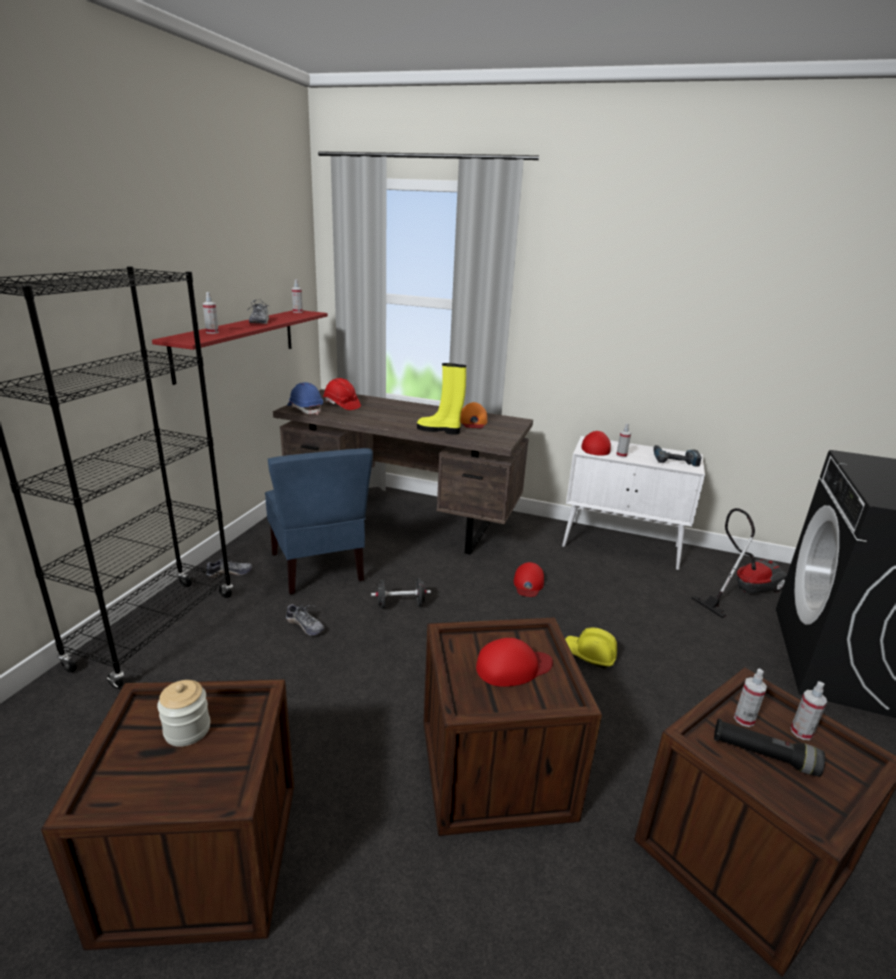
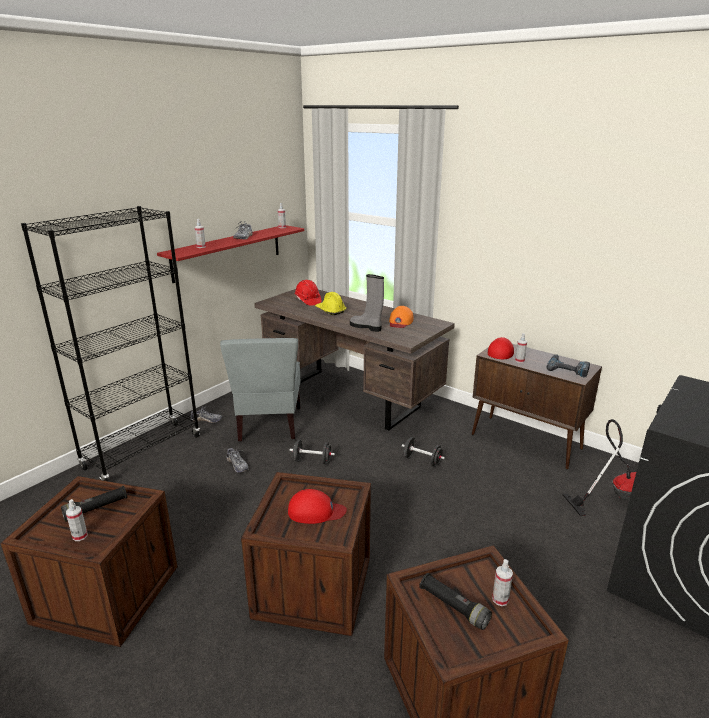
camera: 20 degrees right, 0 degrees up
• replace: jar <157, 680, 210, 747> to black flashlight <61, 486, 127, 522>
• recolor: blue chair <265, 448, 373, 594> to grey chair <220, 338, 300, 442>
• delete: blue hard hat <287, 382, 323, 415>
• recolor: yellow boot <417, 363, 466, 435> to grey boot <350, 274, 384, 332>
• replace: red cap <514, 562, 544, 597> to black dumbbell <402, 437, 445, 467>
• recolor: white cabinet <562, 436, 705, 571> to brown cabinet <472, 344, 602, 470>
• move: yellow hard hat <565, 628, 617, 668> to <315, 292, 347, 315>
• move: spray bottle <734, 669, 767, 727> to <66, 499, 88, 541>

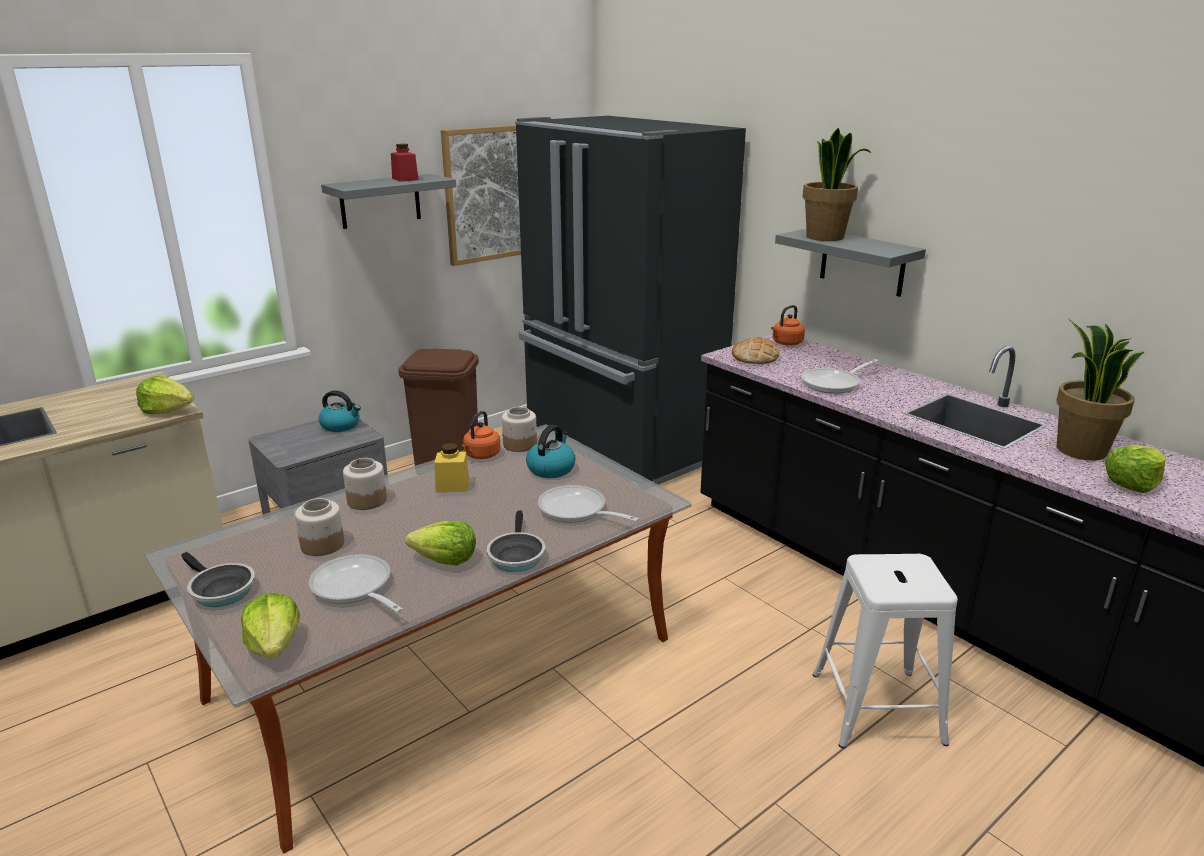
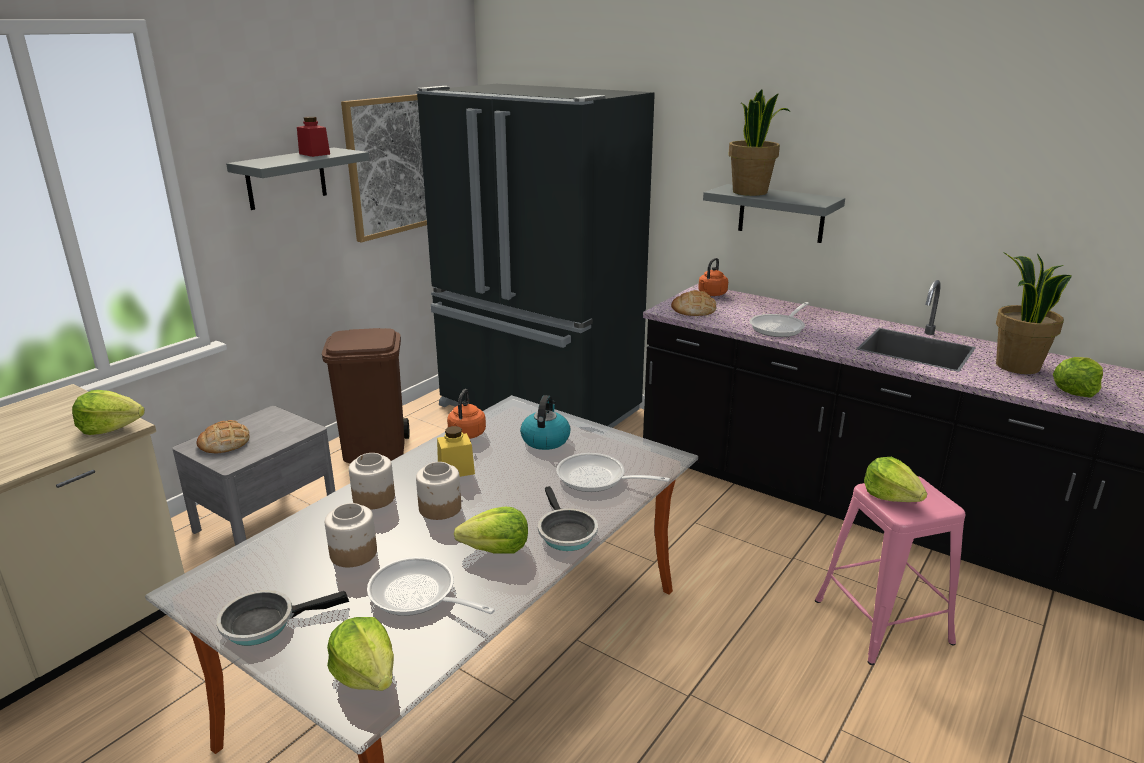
camera: 15 degrees left, 0 degrees up
• rotate: frying pan <181, 552, 255, 607> = <217, 590, 349, 646> 135 degrees clockwise
• delete: kettle <319, 390, 361, 432>
• move: jar <502, 407, 537, 452> to <416, 462, 461, 520>
• recolor: white stool <813, 554, 958, 748> to pink stool <815, 476, 966, 665>
• insert: bread <196, 420, 250, 453>
• insert: lettuce <864, 457, 927, 502>

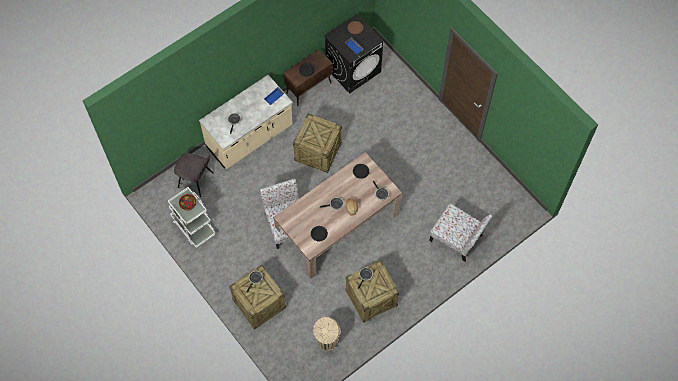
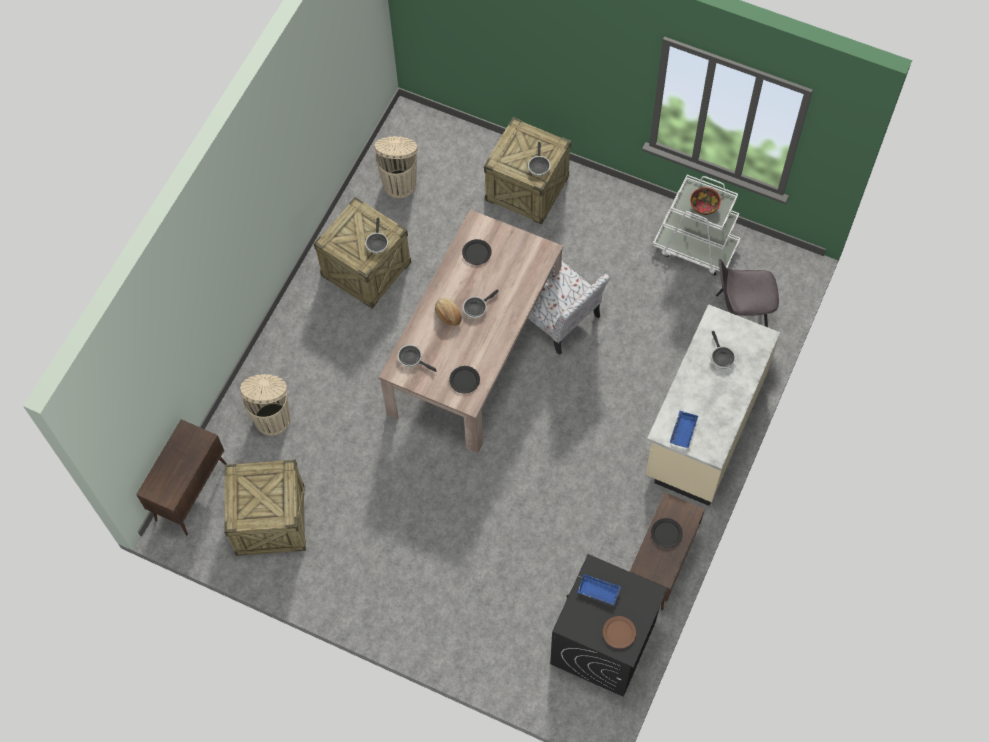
camera: 155 degrees right, 0 degrees up
• move: crate <293, 114, 342, 173> to <224, 460, 306, 556>
• replace: chair <430, 204, 493, 262> to beige trash can <240, 374, 290, 436>
• insert: brown cabinet <136, 419, 228, 536>

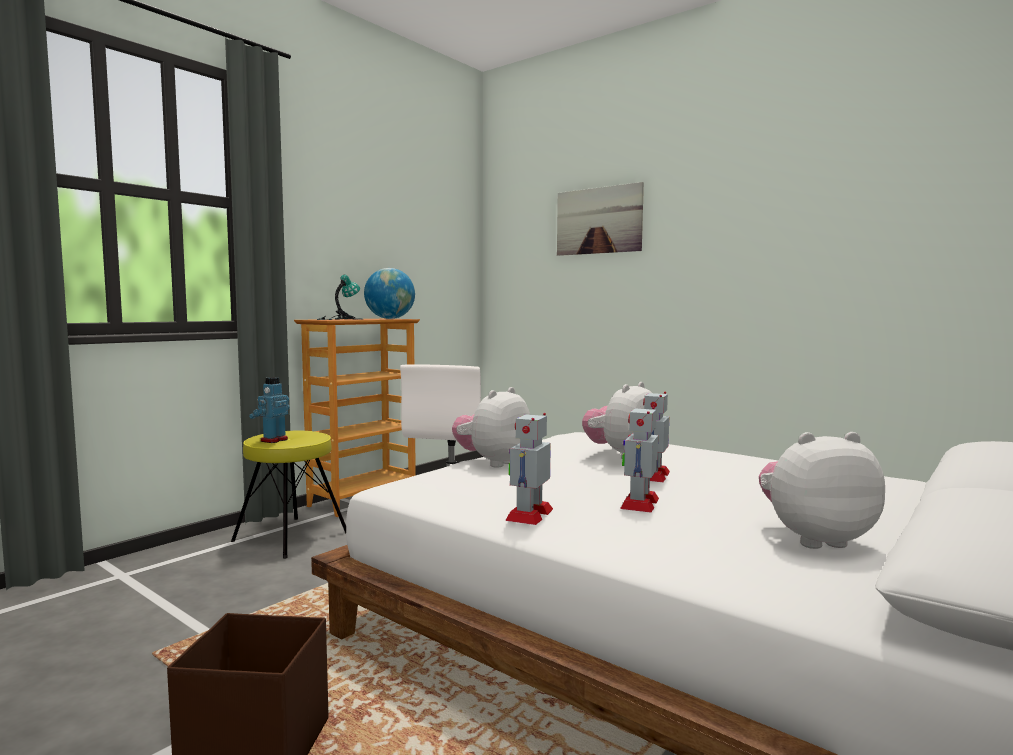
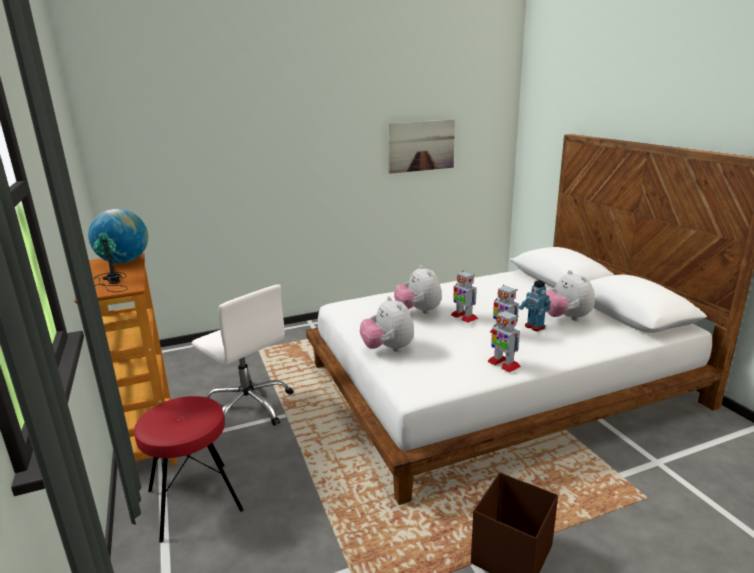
camera: 60 degrees left, 15 degrees up
• recolor: yellow stool <231, 431, 346, 559> to red stool <134, 396, 244, 543>
• move: toy robot <249, 377, 290, 443> to <519, 280, 551, 331>
• move: picture <557, 182, 644, 256> to <388, 119, 455, 174>
• rotate: plush toy <759, 432, 885, 549> = <545, 270, 595, 321> 45 degrees counterclockwise

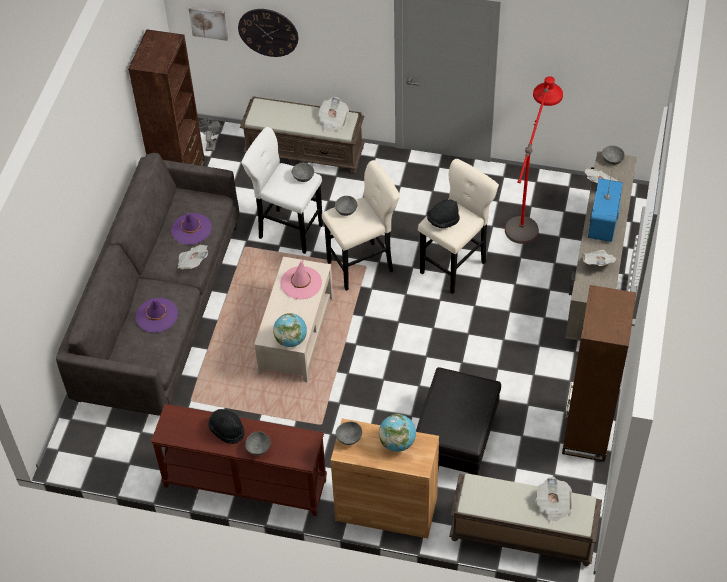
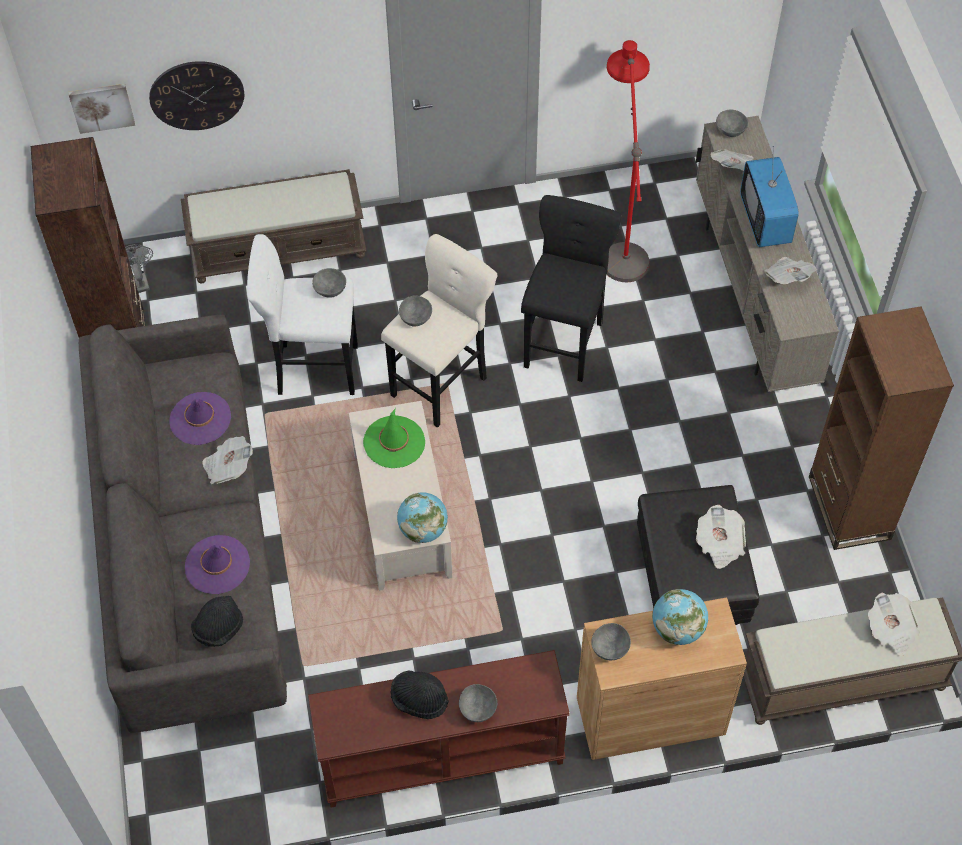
camera: 25 degrees left, 5 degrees up
• recolor: pink hat <281, 259, 322, 299> to green hat <363, 408, 425, 468>
• move: newspaper <318, 97, 349, 132> to <696, 505, 746, 569>
• recolor: beige stool <418, 159, 499, 294> to black stool <521, 195, 621, 382>
• move: black hat <427, 199, 460, 228> to <191, 596, 243, 647>

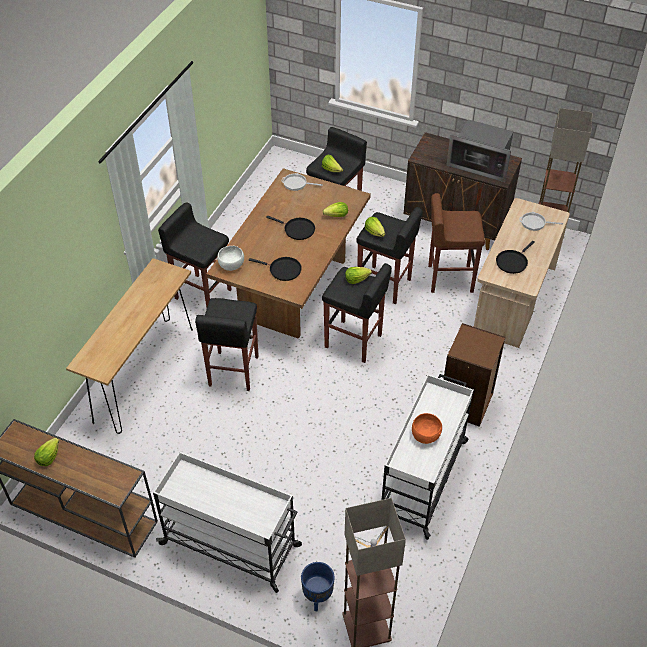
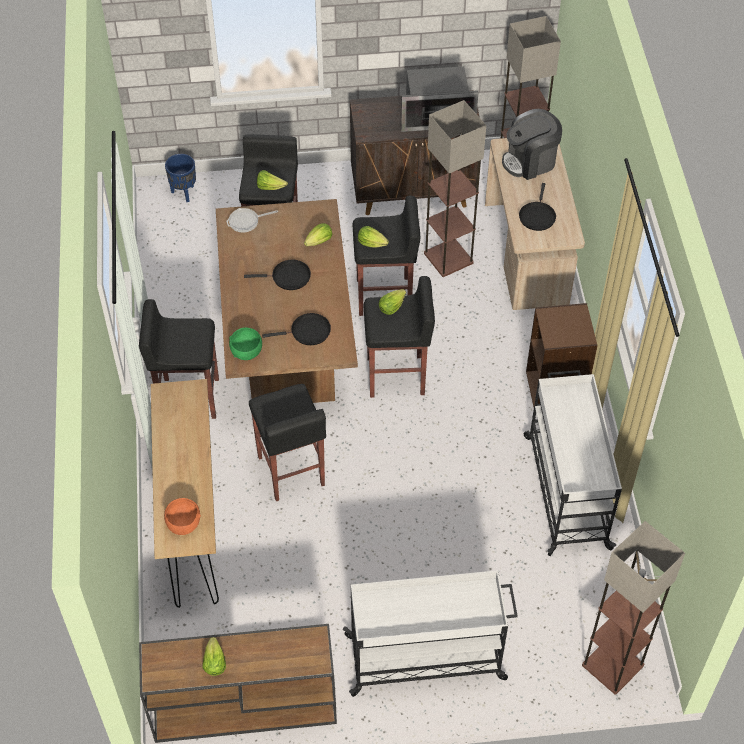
camera: 30 degrees left, 5 degrees up
• recolor: white bowl <217, 246, 244, 271> to green bowl <229, 328, 262, 360>
• move: blue planter <301, 562, 334, 612> to <165, 154, 196, 202>
• move: orange bowl <412, 413, 442, 444> to <164, 498, 201, 535>
• replace: brown stool <428, 193, 485, 293> to floor lamp <424, 100, 486, 277>
• replace: frying pan <520, 212, 563, 231> to coffee machine <502, 109, 562, 180>

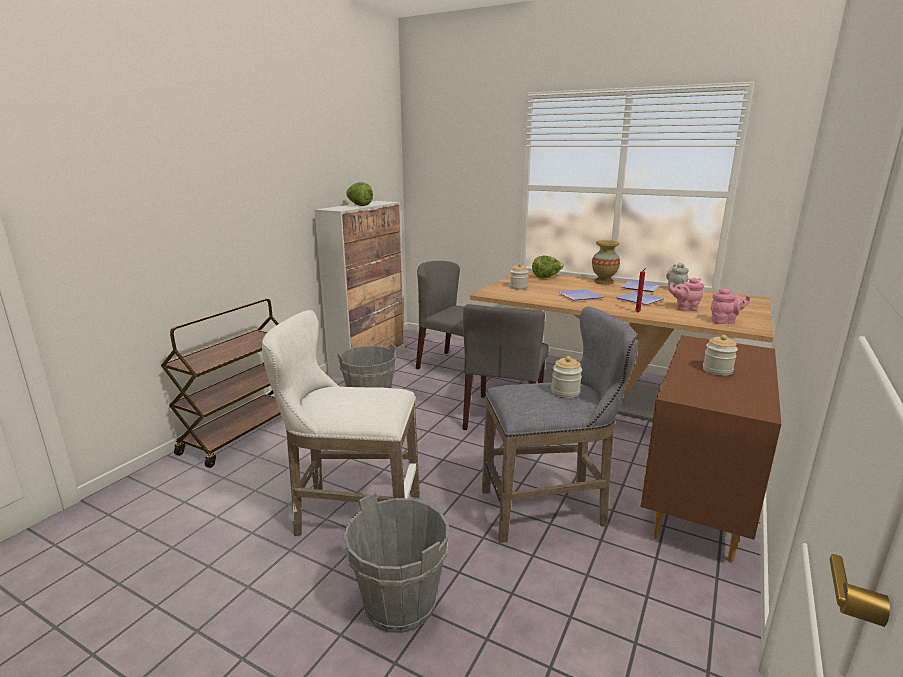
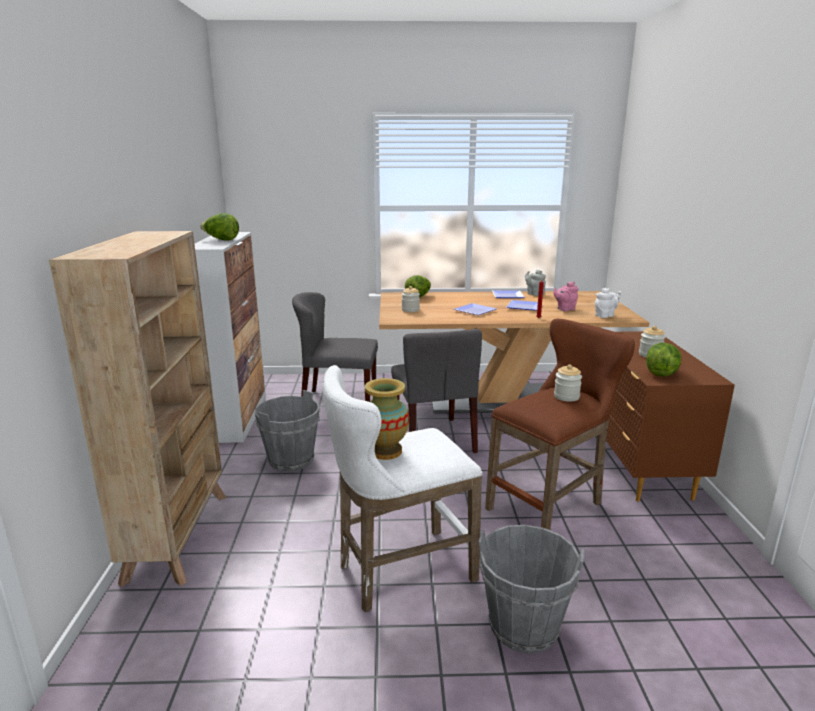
camera: 30 degrees left, 0 degrees up
• replace: brown cart <161, 299, 281, 468> to beige bookcase <49, 231, 226, 587>
• recolor: grey stool <482, 306, 638, 543> to brown stool <485, 319, 635, 534>
• move: vase <592, 240, 620, 285> to <365, 378, 409, 460>
• recolor: pink teapot <711, 288, 750, 324> to white teapot <595, 288, 621, 318>
• insert: lettuce <646, 343, 681, 377>

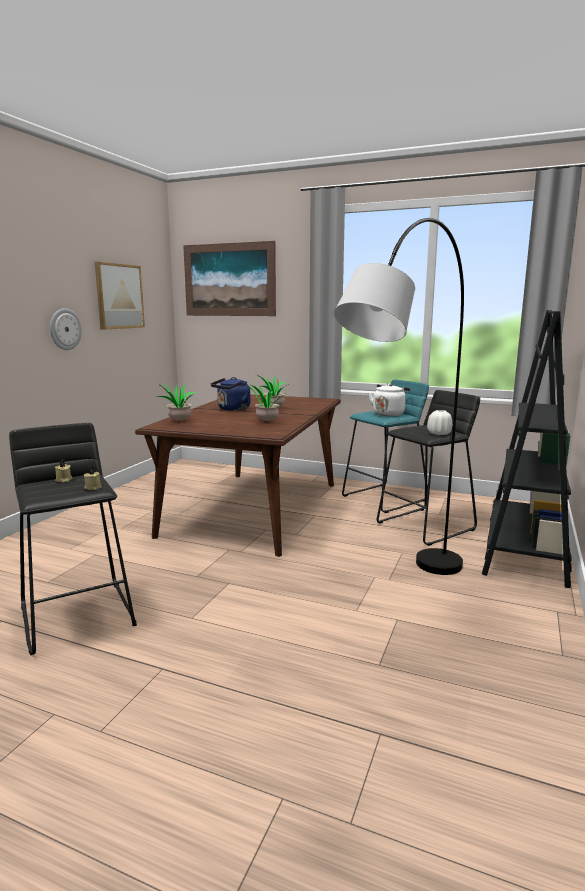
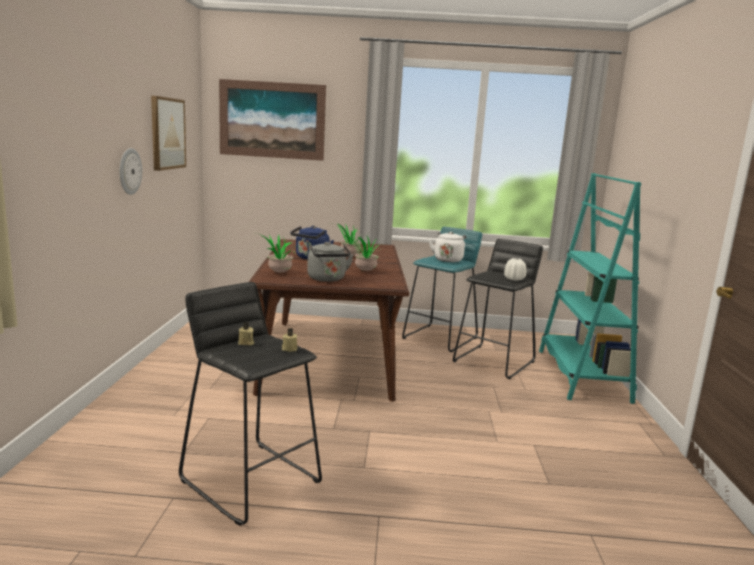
camera: 20 degrees left, 0 degrees up
• delete: grey floor lamp <334, 218, 464, 575>
• recolor: black bookcase <482, 310, 572, 588> to turquoise bookcase <539, 173, 641, 404>
• insert: grey kettle <307, 242, 354, 282>

